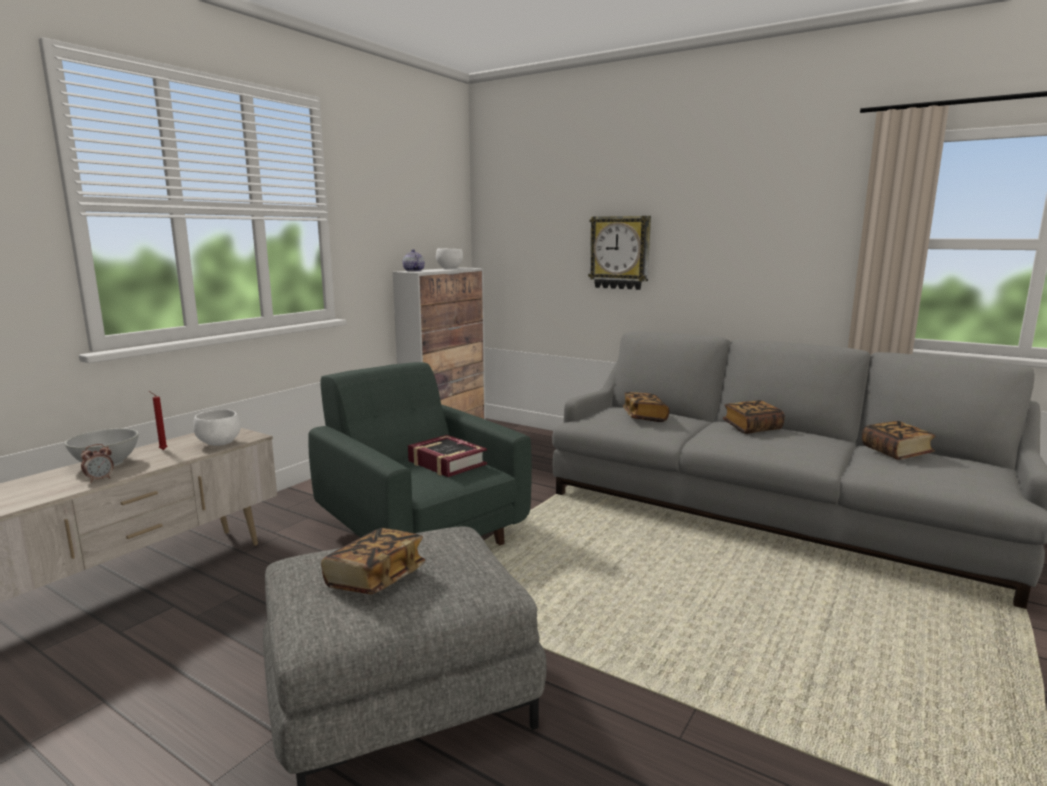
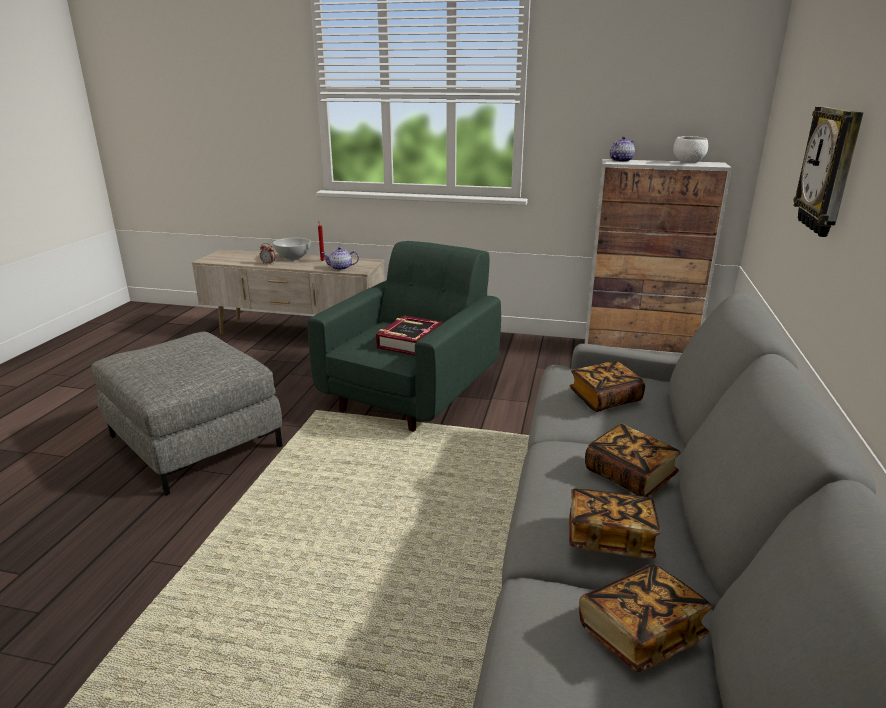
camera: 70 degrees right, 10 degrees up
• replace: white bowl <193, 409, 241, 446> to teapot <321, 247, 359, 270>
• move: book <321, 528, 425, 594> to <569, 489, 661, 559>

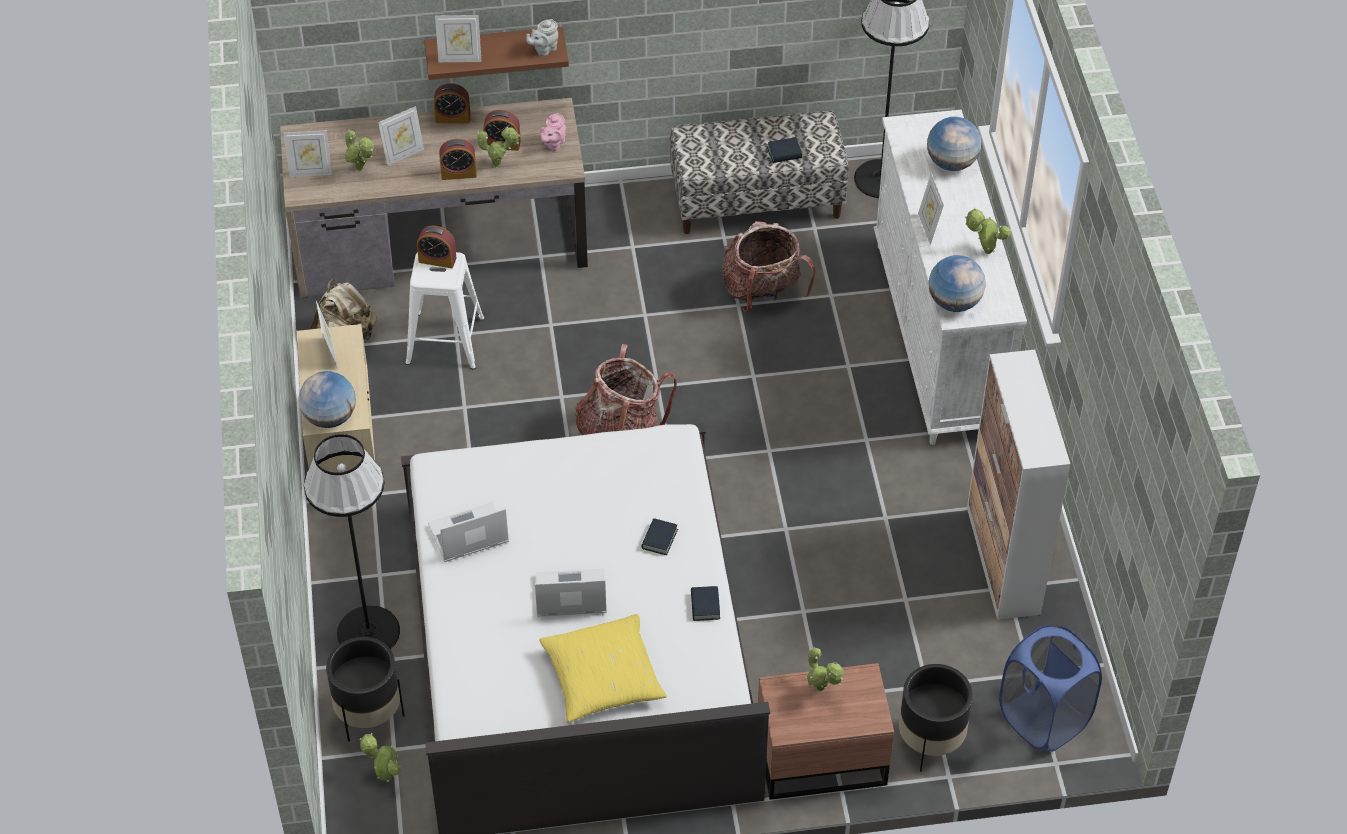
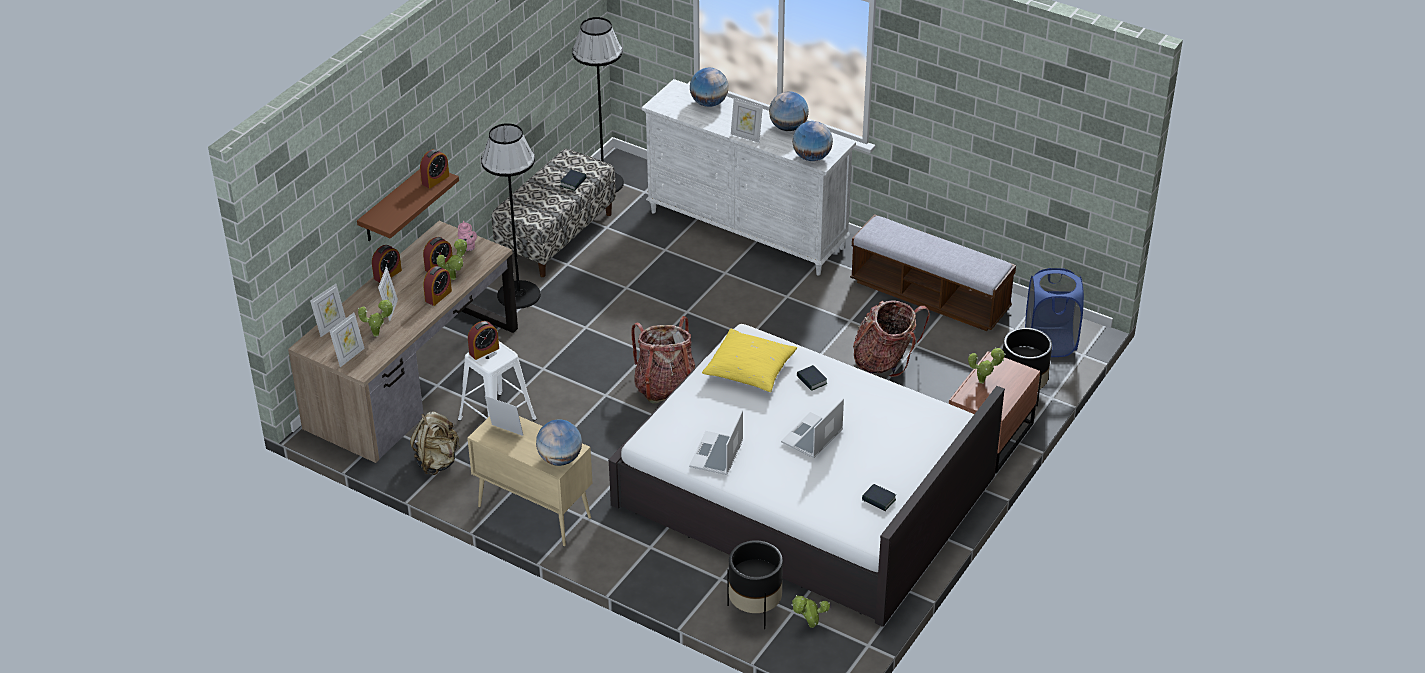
camera: 50 degrees left, 10 degrees down
• move: black floor lamp <304, 434, 400, 650> to <481, 123, 541, 309>
• move: picture frame <435, 15, 482, 62> to <310, 284, 346, 337>
• replace: grey teapot <526, 19, 558, 56> to alarm clock <420, 149, 449, 188>
• move: yellow pillow <539, 614, 667, 723> to <702, 329, 797, 392>
• move: book <691, 586, 720, 621> to <862, 484, 896, 511>
• move: backpack <722, 221, 816, 312> to <853, 300, 930, 377>
• replace: potted plant <965, 208, 1011, 254> to globe <769, 91, 809, 131>
• replace: cabinet <967, 350, 1070, 620> to bench <850, 214, 1016, 331>

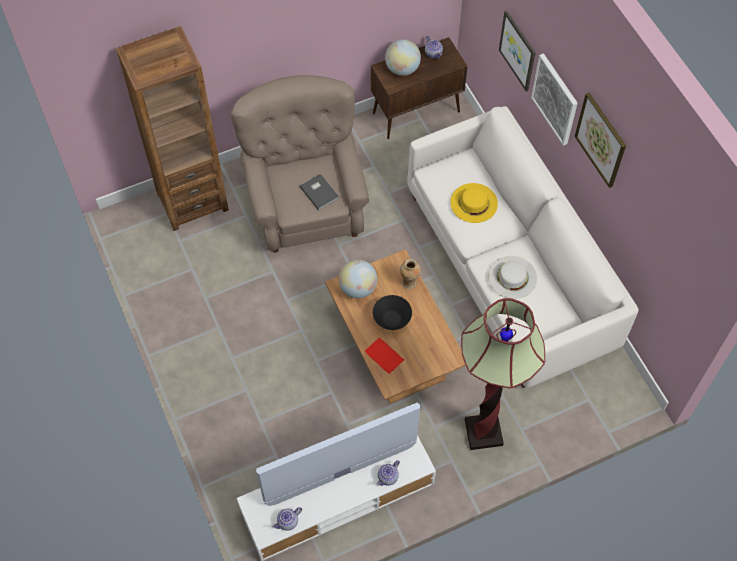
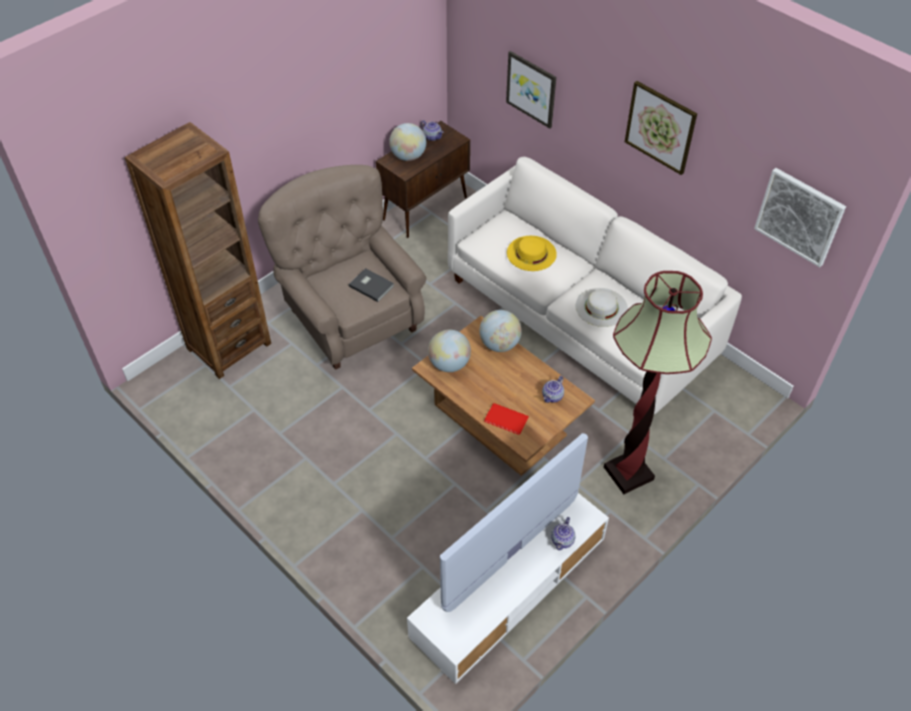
camera: 20 degrees left, 10 degrees down
• move: teapot <272, 507, 302, 531> to <542, 376, 564, 403>
• delete: black bowl <373, 295, 412, 330>
• replace: vase <400, 259, 421, 289> to globe <479, 310, 522, 352>
• move: picture <531, 53, 578, 146> to <754, 168, 846, 267>

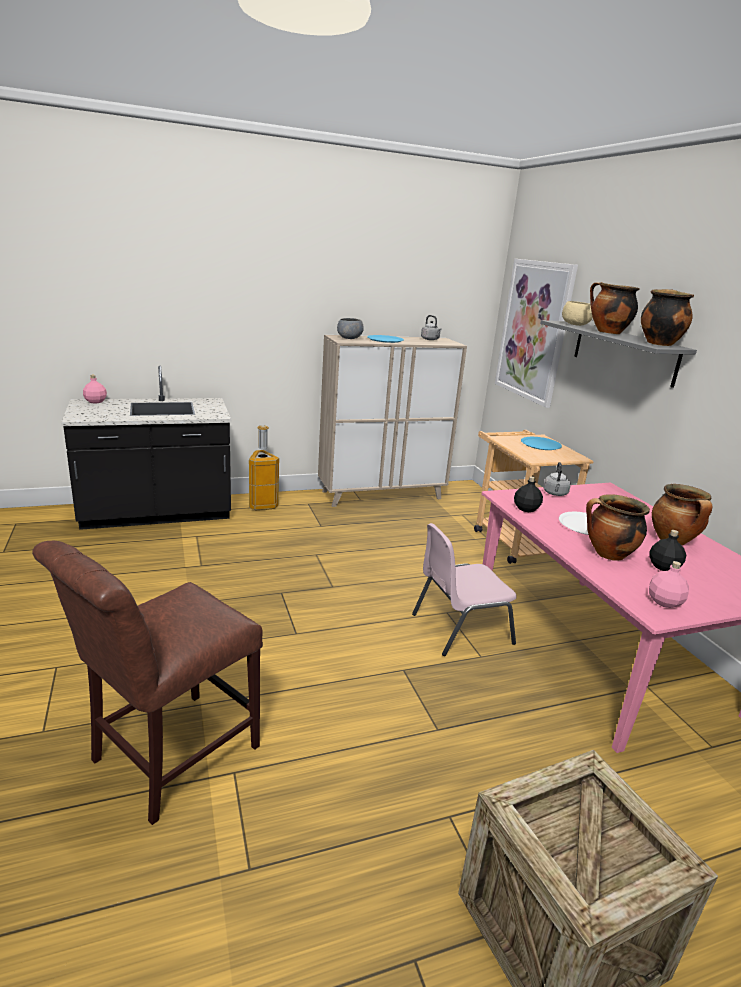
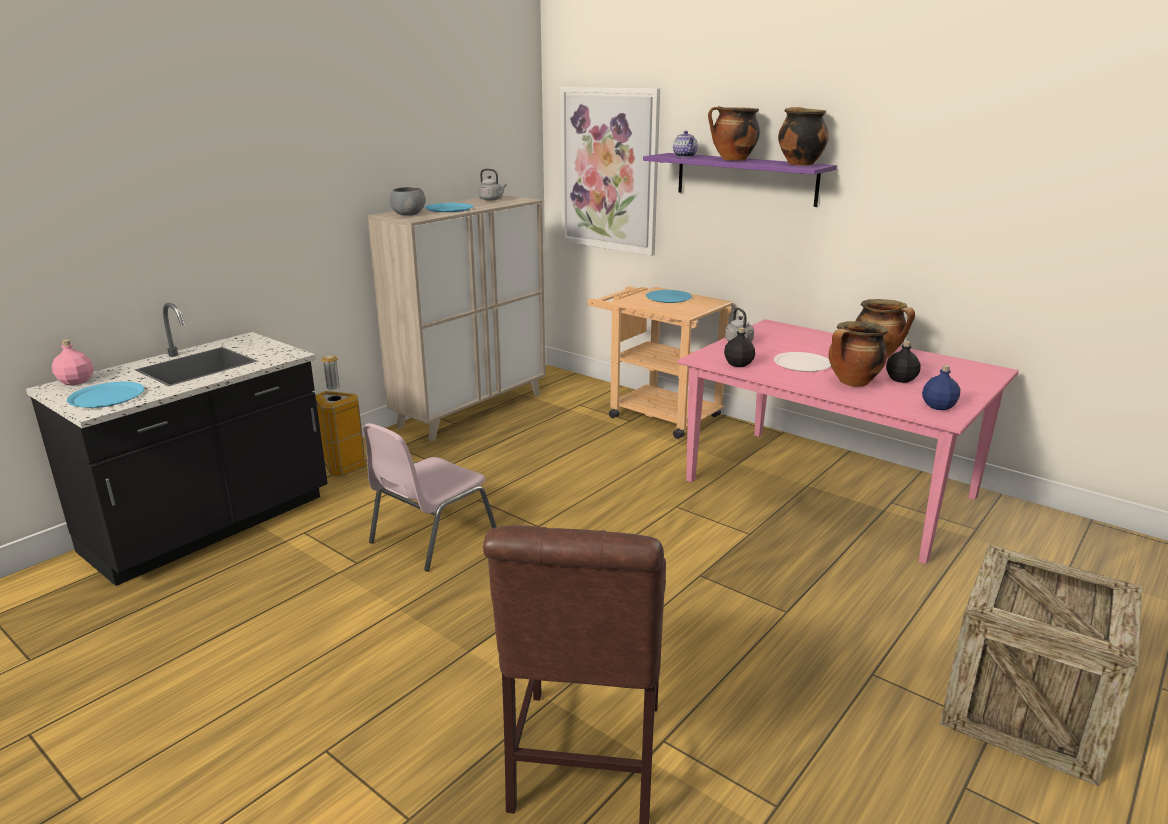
camera: 30 degrees left, 0 degrees up
• move: pink chair <412, 523, 517, 656> to <363, 423, 497, 571>
• recolor: grey shelf <540, 320, 697, 388> to purple shelf <643, 153, 837, 207>
• replace: beige bowl <562, 301, 593, 326> to teapot <673, 131, 698, 157>
• recolor: pink bottle <649, 561, 689, 608> to blue bottle <922, 365, 960, 410>
• insert: blue plate <67, 382, 144, 408>

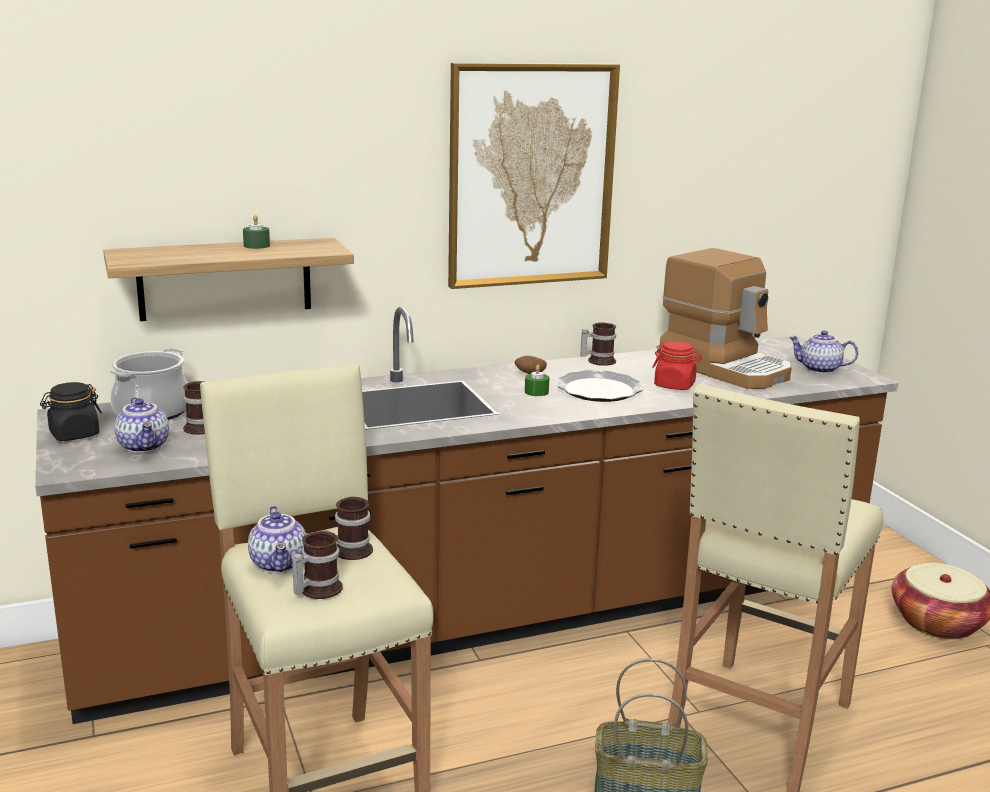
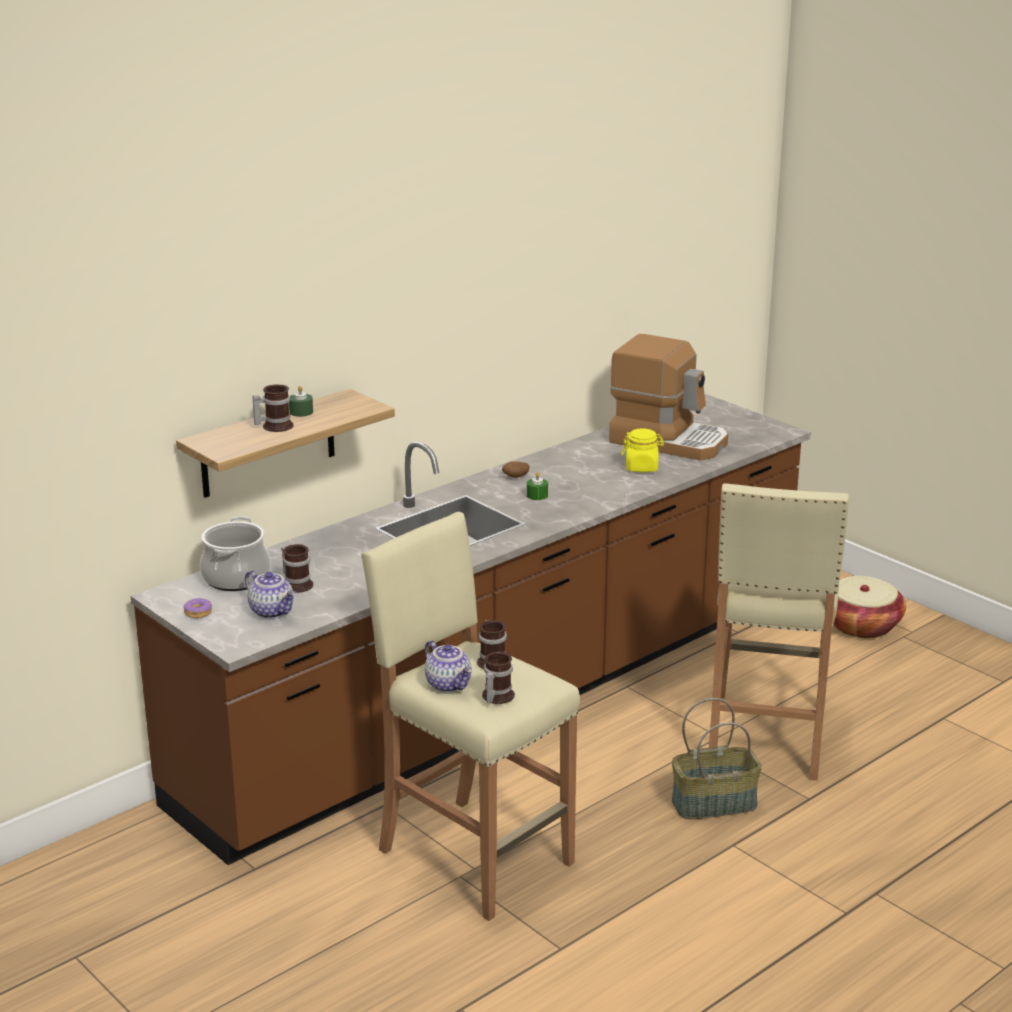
camera: 20 degrees left, 5 degrees up
• replace: black jar <40, 382, 102, 441> to donut <184, 598, 212, 618>
• delete: picture <448, 63, 620, 289>
• delete: plate <557, 370, 643, 402>
• move: mug <580, 322, 616, 366> to <253, 385, 294, 432>
• recolor: red jar <653, 341, 702, 390> to yellow jar <622, 428, 664, 472>
• delete: teapot <789, 330, 858, 374>

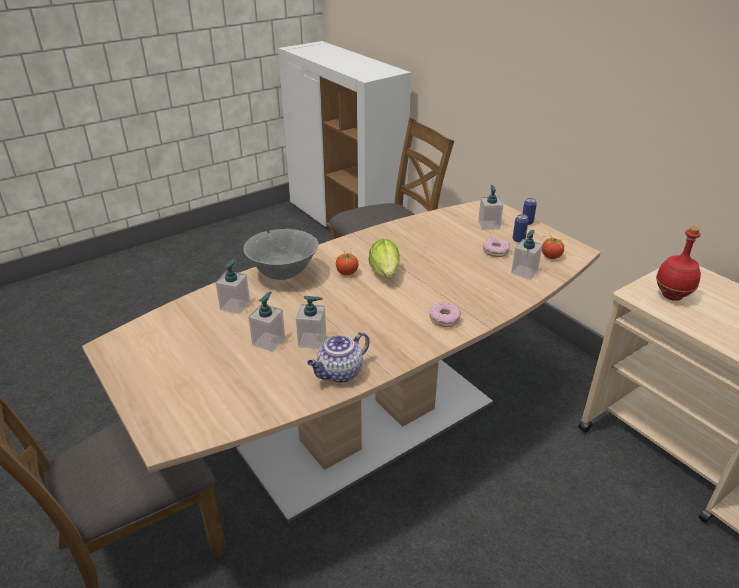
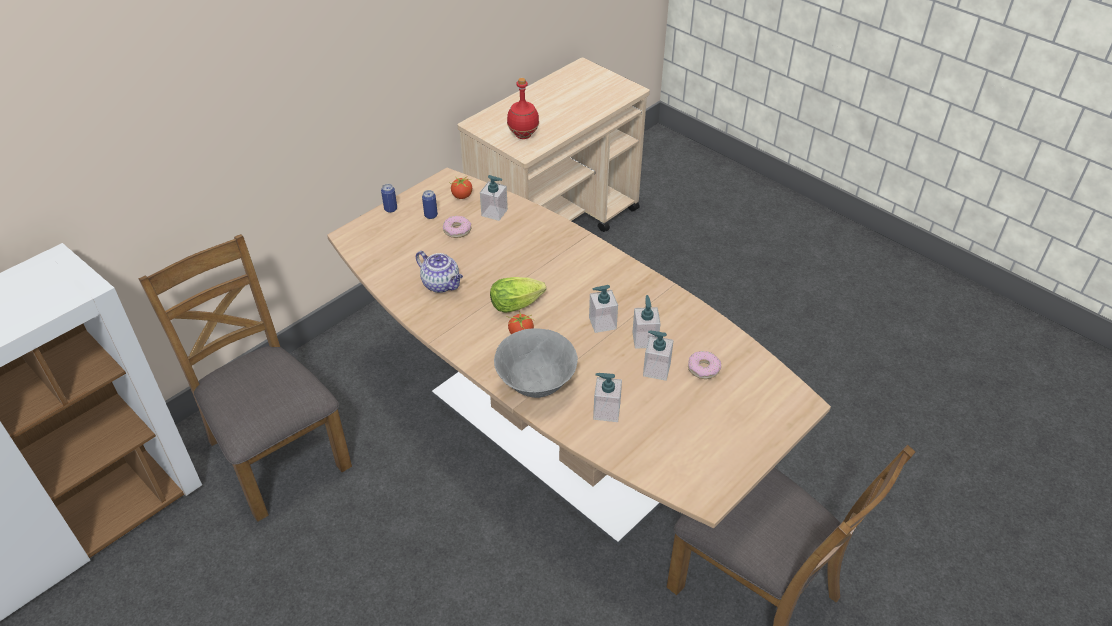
camera: 100 degrees left, 10 degrees up
• move: teapot <307, 332, 370, 383> to <416, 251, 463, 293>
• move: donut <429, 302, 461, 327> to <688, 351, 721, 379>
• move: soap dispenser <478, 185, 503, 230> to <589, 285, 618, 333>

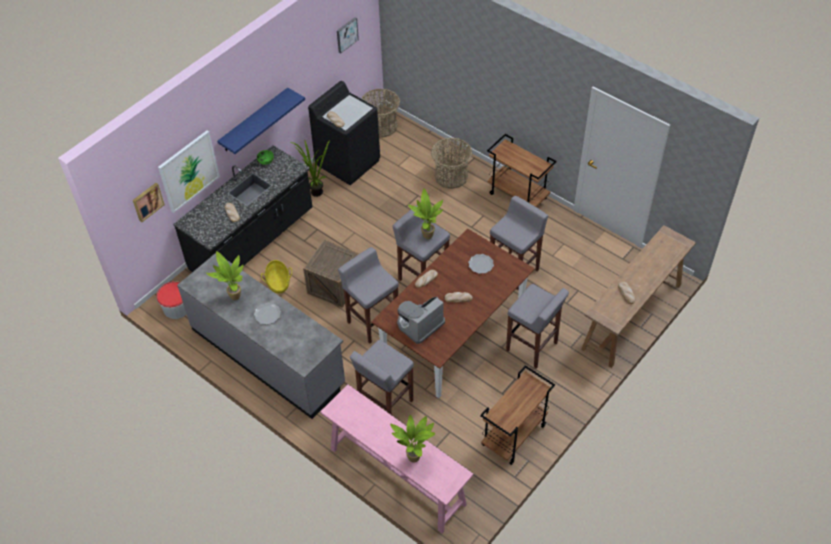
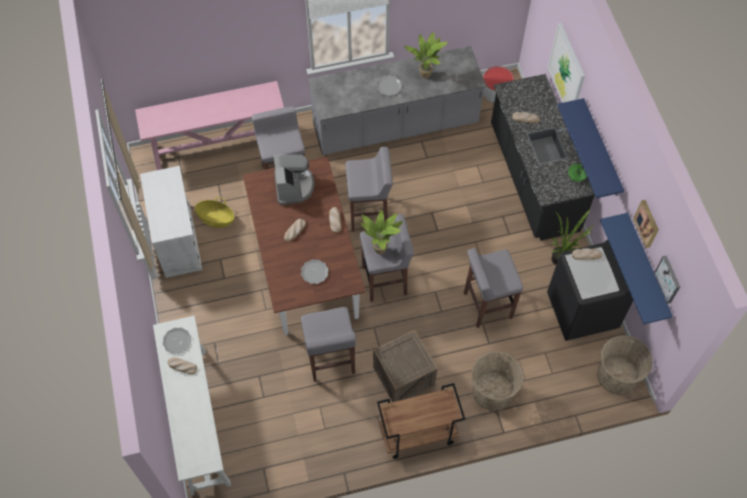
camera: 125 degrees right, 10 degrees up
• move: picture <133, 183, 165, 222> to <633, 200, 659, 248>
• move: basket <261, 260, 292, 293> to <195, 197, 235, 228>
• move: crate <303, 240, 359, 308> to <373, 330, 437, 402>
• delete: potted plant <390, 415, 435, 463>
• replace: brown cart <480, 365, 555, 465> to white cabinet <140, 166, 203, 278>
• move: grey stool <506, 284, 569, 369> to <464, 248, 523, 328>
• recolor: brown console table <581, 225, 696, 368> to white console table <153, 316, 231, 496>
• insert: plate <163, 328, 192, 354>
• insert: blue shelf <600, 213, 673, 324>

